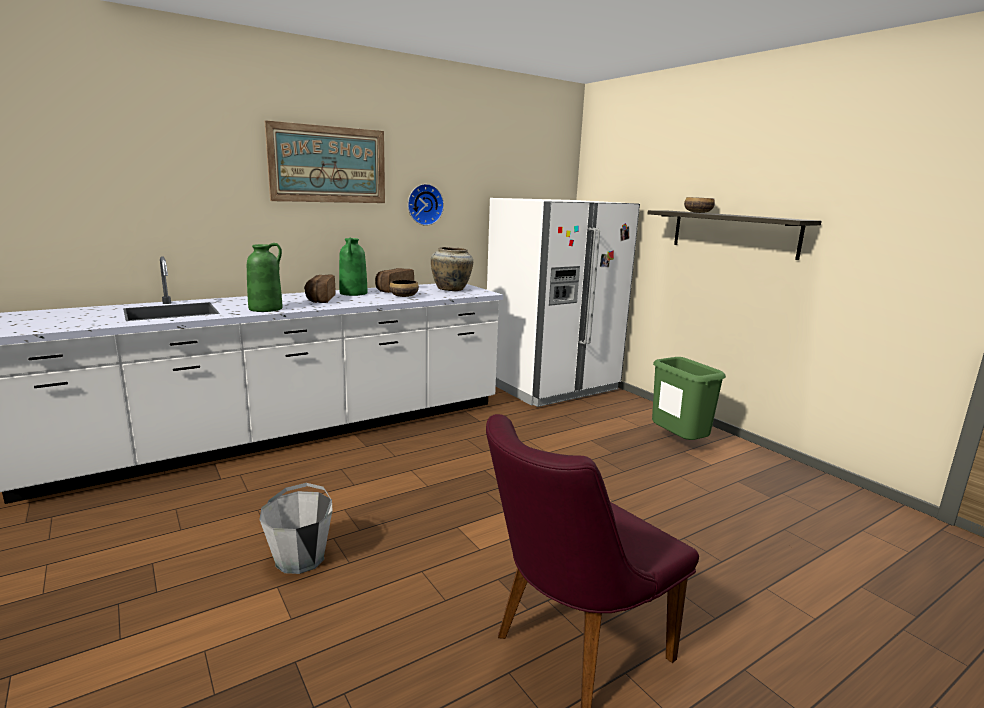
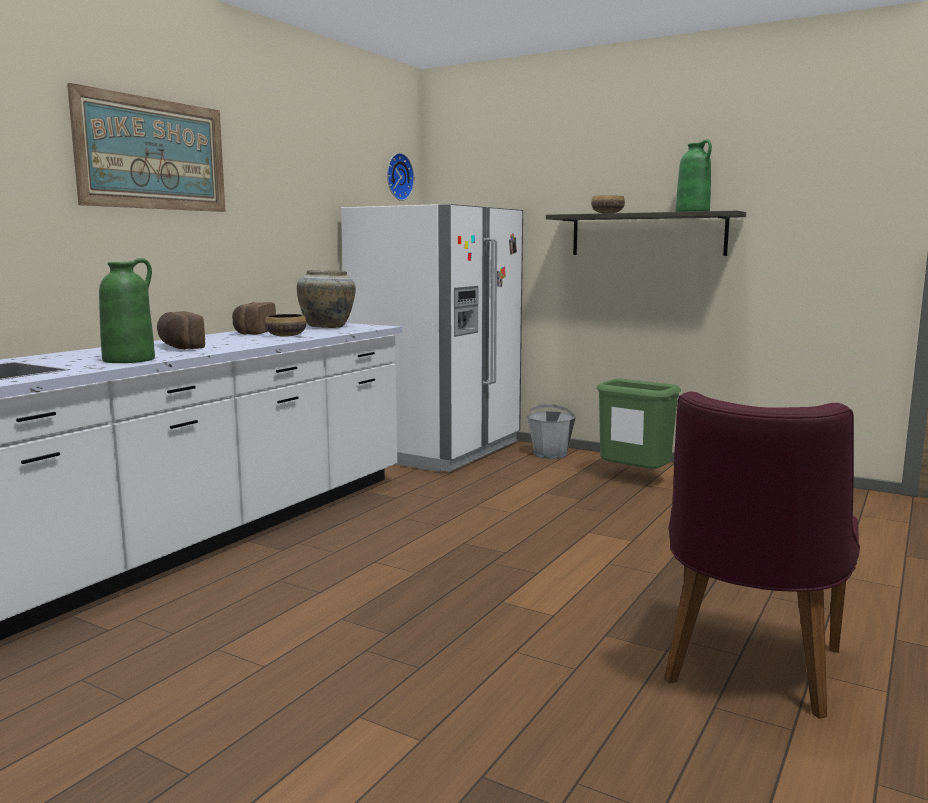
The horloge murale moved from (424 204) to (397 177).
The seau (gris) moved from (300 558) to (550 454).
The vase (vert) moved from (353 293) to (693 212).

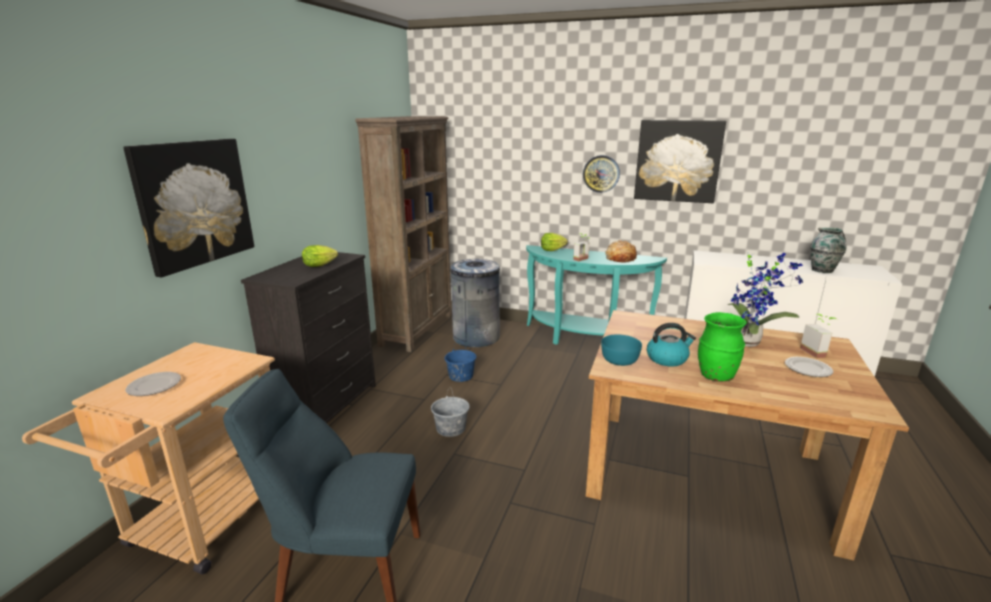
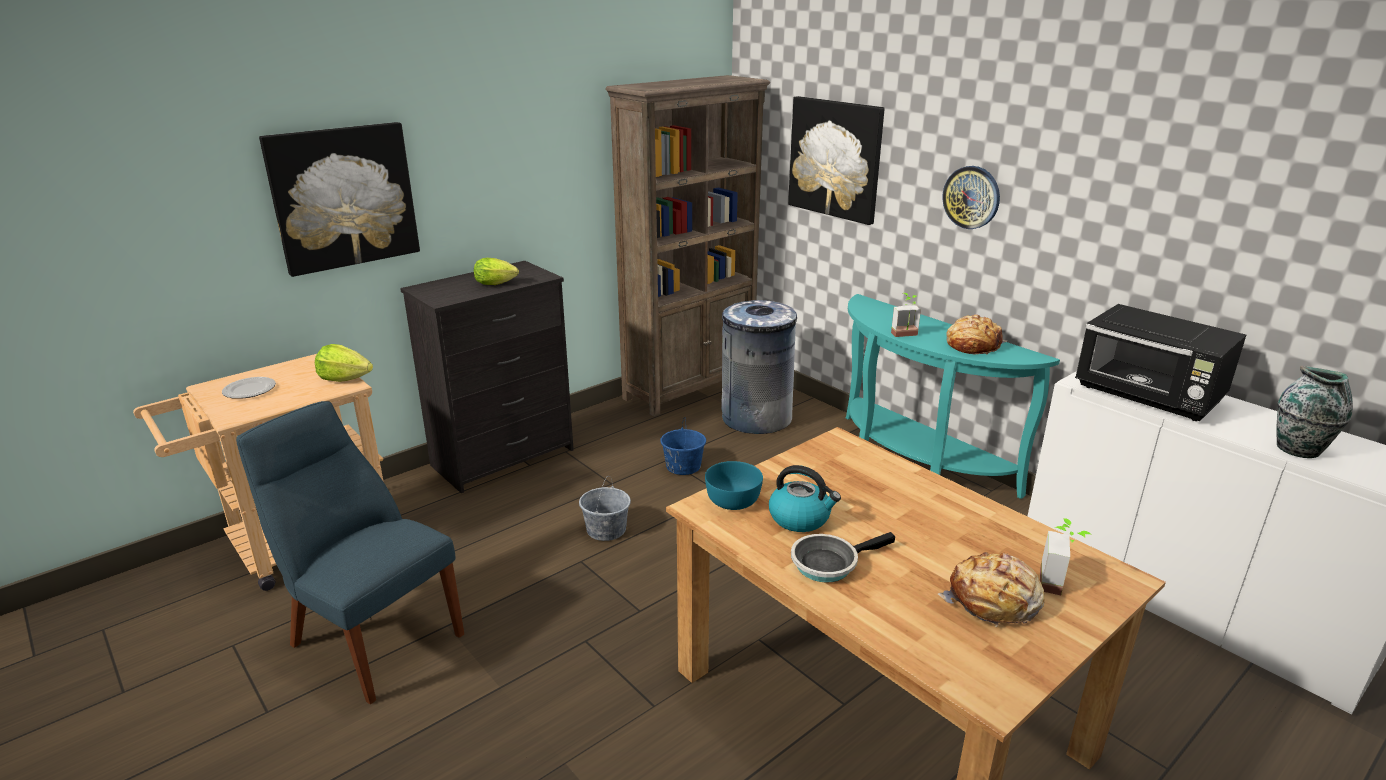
The laitue moved from (552 250) to (345 379).
The tableau moved from (677 161) to (835 159).
The vase (vert) at (715 376) was replaced by the poêle at (828 563).
The assiette at (808 369) was replaced by the pain at (993 601).
The micro-ondes (noir) at (1149 396) appeared.
The plante en pot at (749 342) disappeared.

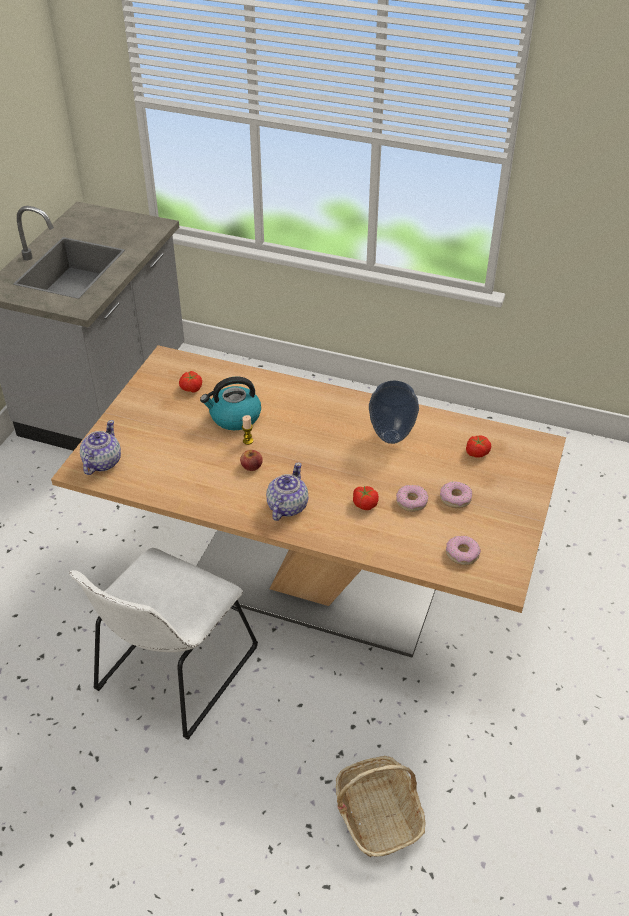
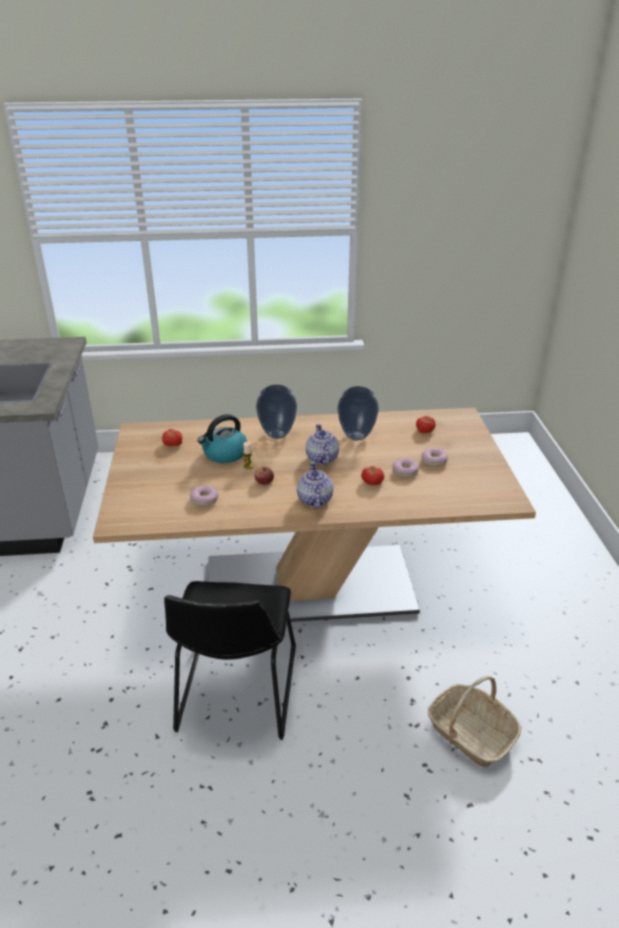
The chaise (blanc) at (173 673) became the chaise (noir) at (236 693).
The beignet moved from (462 554) to (204 499).
The vase at (276 434) appeared.
The théière moved from (102 462) to (321 458).

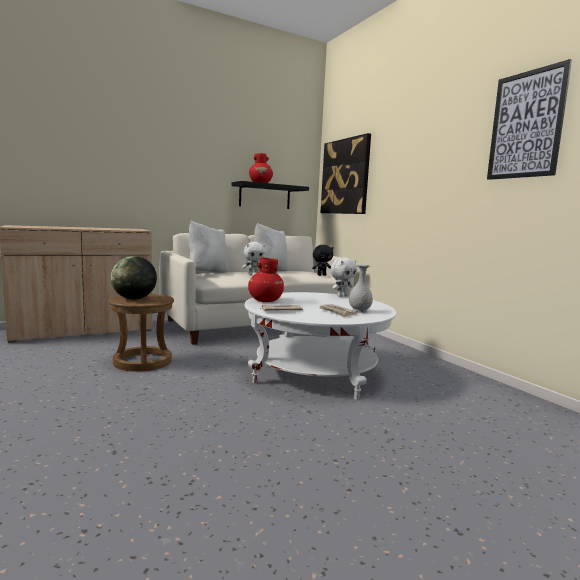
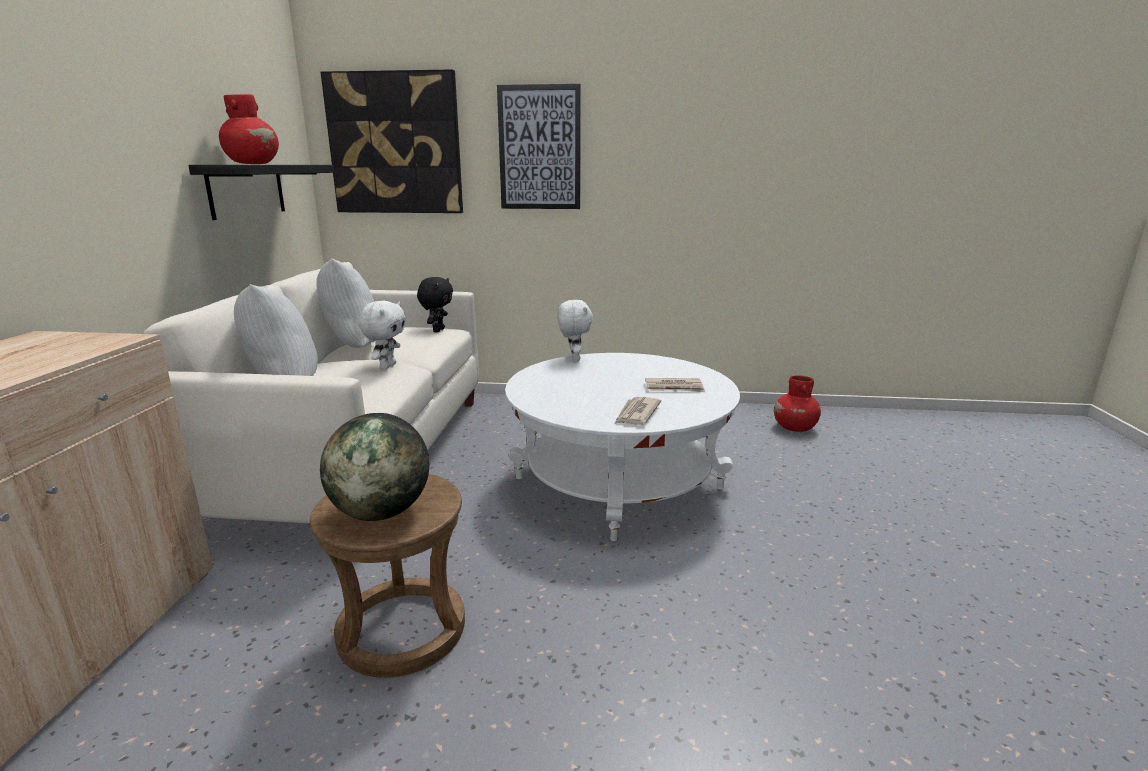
The tableau moved from (526 125) to (539 148).
The vase (rouge) moved from (265 300) to (794 428).
The vase (blanc) at (360 310) disappeared.

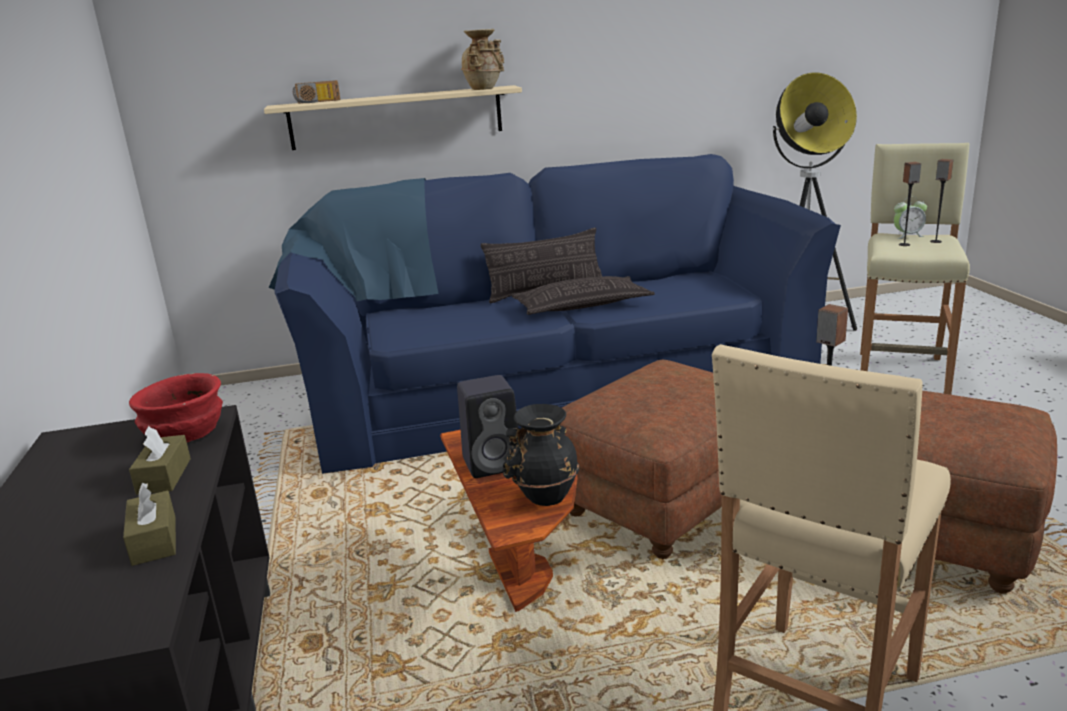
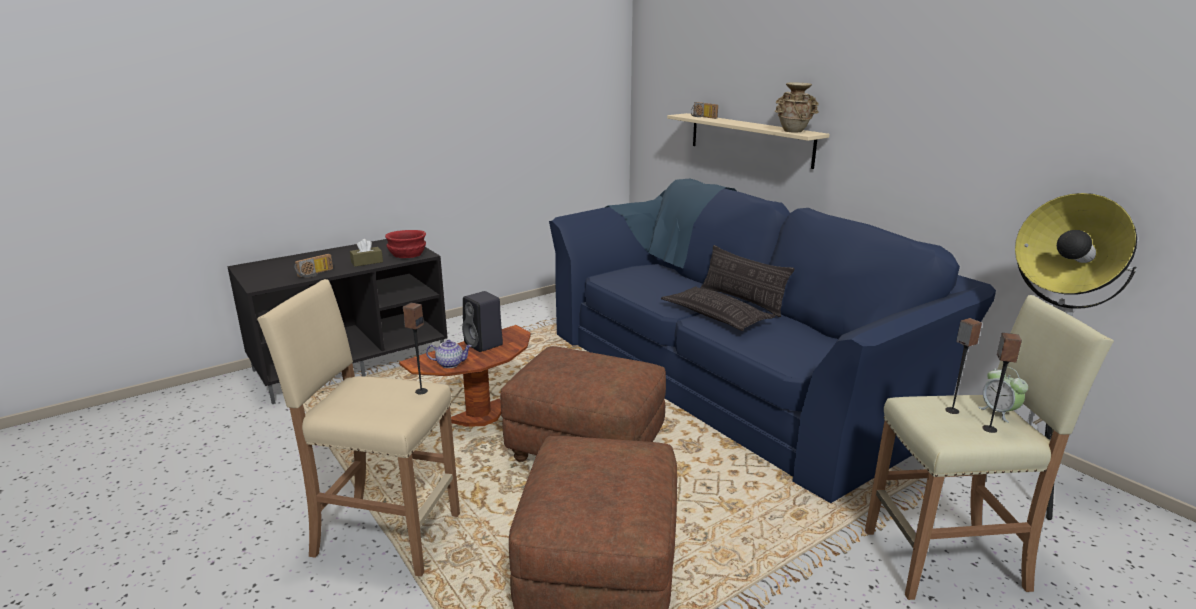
The boîte à mouchoirs (marron) at (154 540) was replaced by the radio at (315 274).
The vase (noir) at (544 496) was replaced by the théière at (450 364).

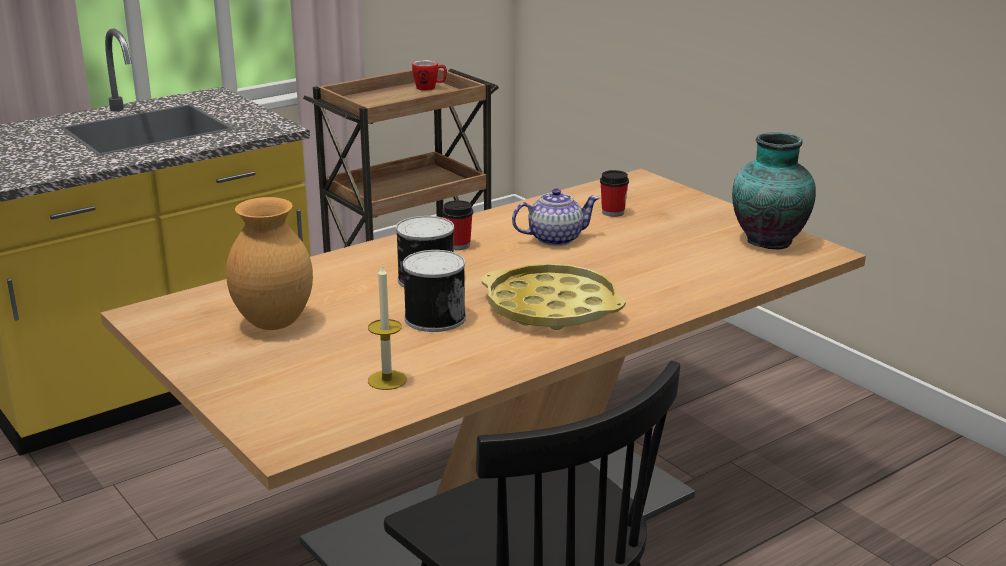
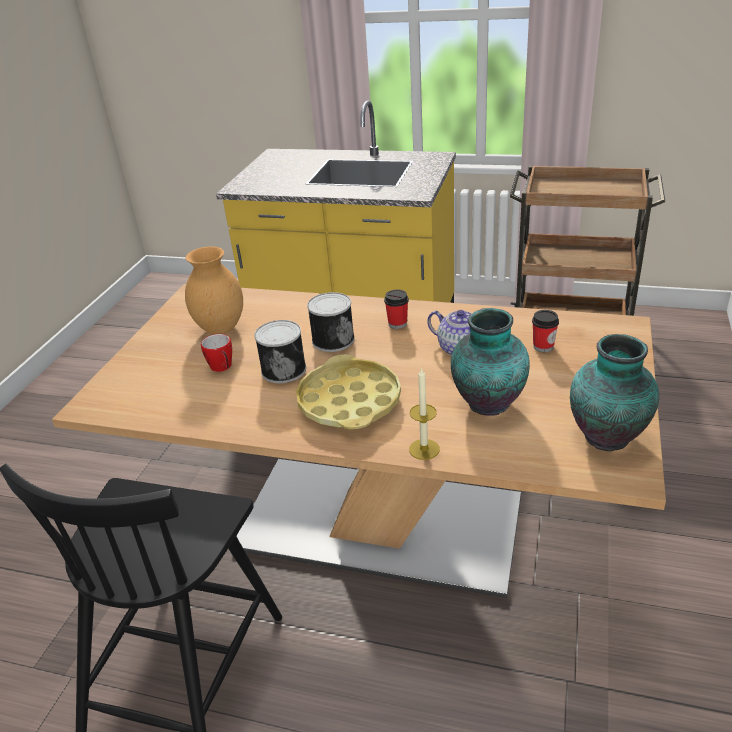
The mug moved from (430 88) to (223 368).
The bougie moved from (387 380) to (424 449).
The vase at (488 404) appeared.

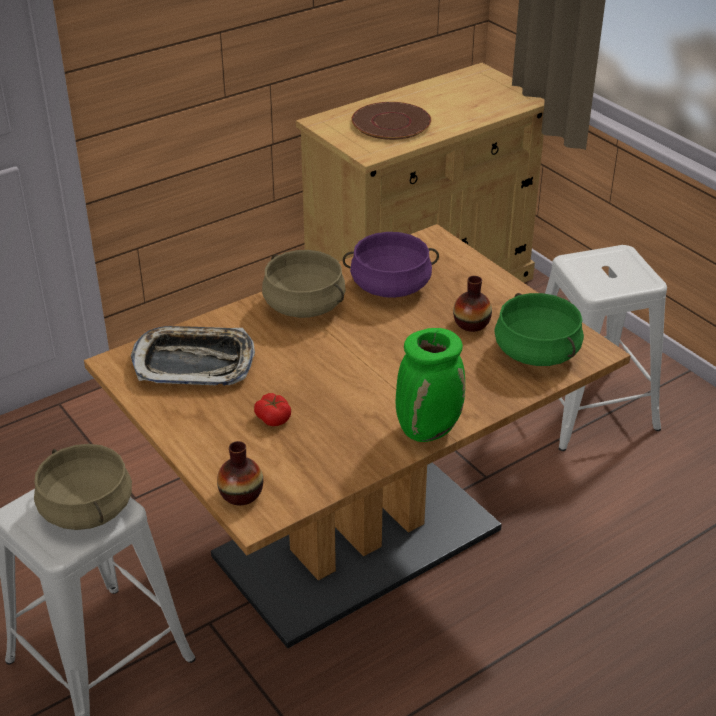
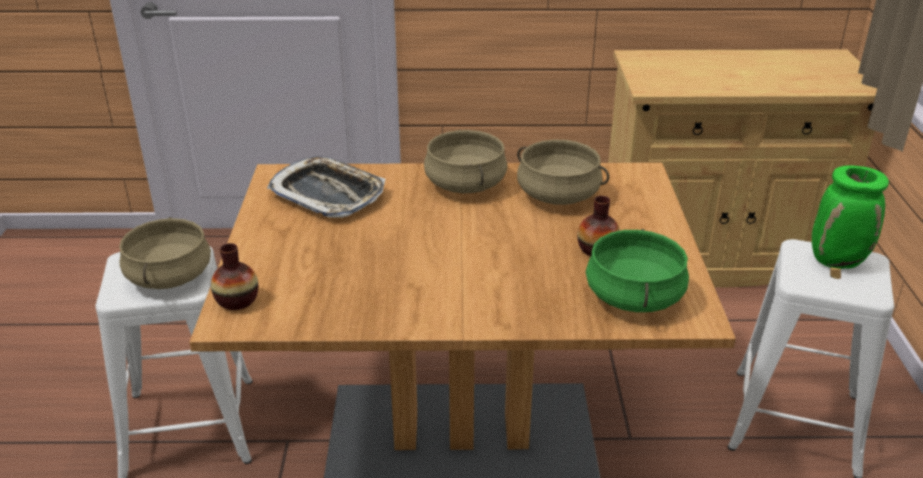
The marmite (violet) at (391 286) became the marmite (beige) at (558 195).
The vase (vert) moved from (428 429) to (838 261).
The tomate at (273 418) disappeared.
The assiette (marron) at (391 122) disappeared.

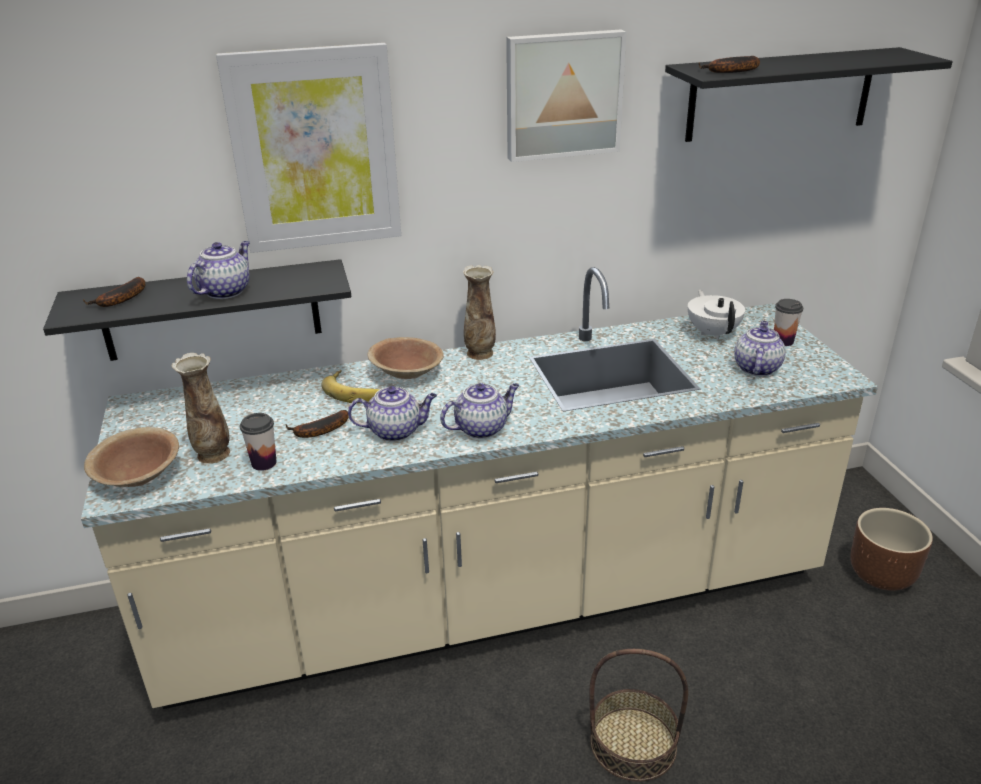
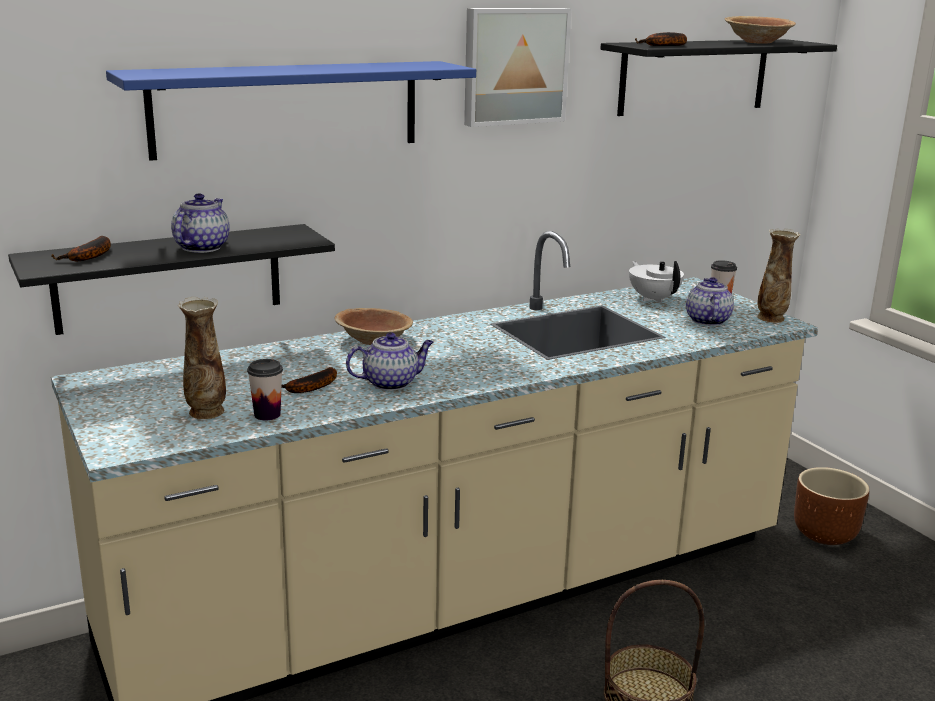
The tableau at (315 150) was replaced by the étagère (bleu) at (287 108).
The bol (marron) moved from (138 476) to (757 42).
The vase moved from (480 354) to (771 318).
The banane at (355 391) disappeared.
The théière at (482 428) disappeared.

